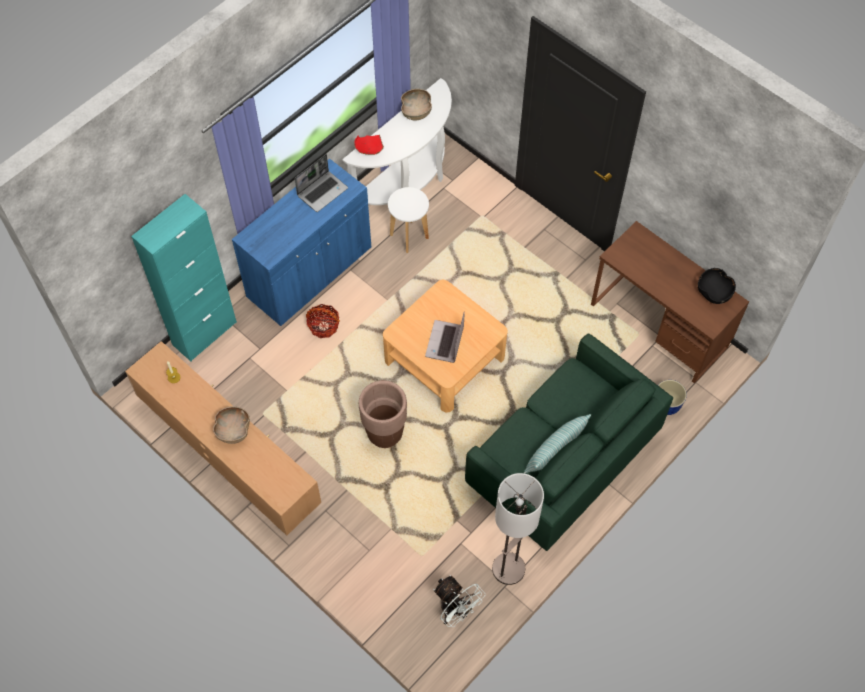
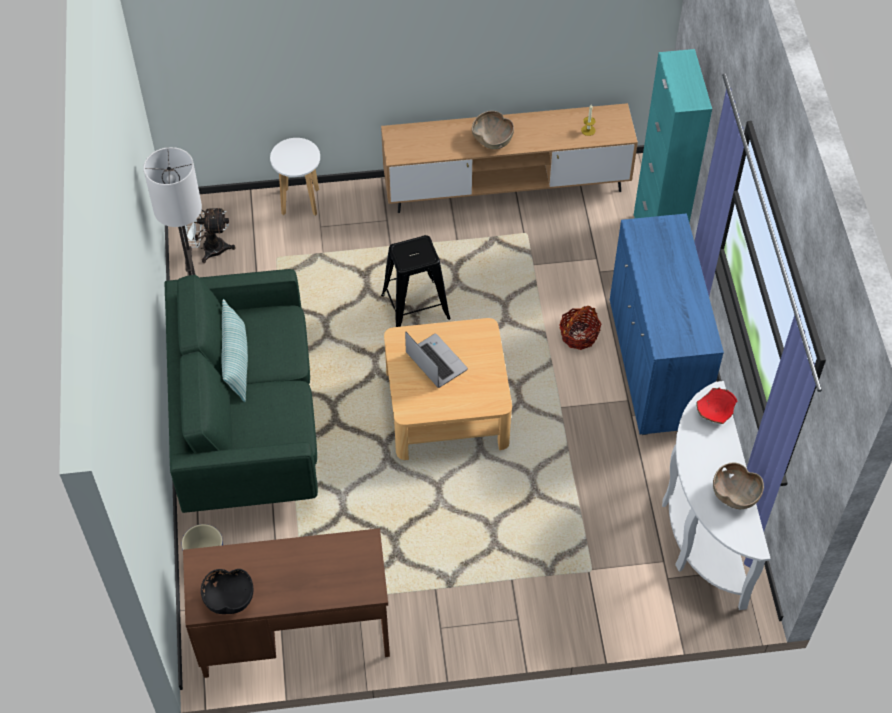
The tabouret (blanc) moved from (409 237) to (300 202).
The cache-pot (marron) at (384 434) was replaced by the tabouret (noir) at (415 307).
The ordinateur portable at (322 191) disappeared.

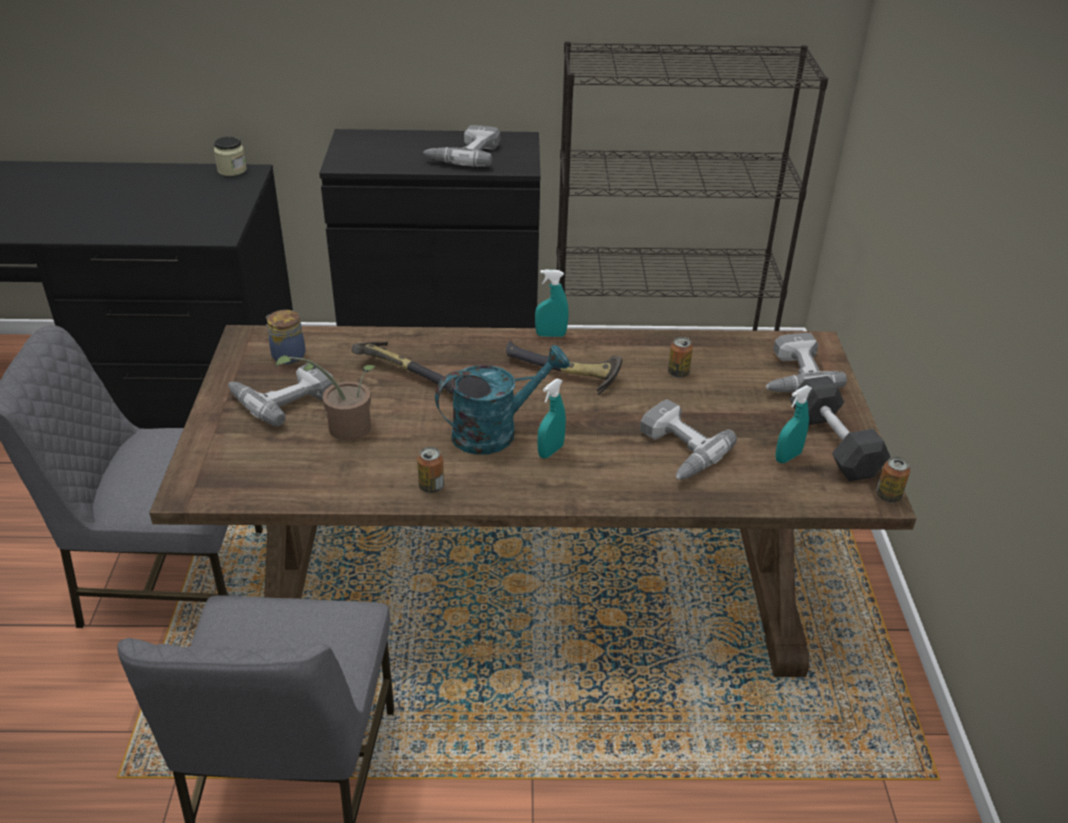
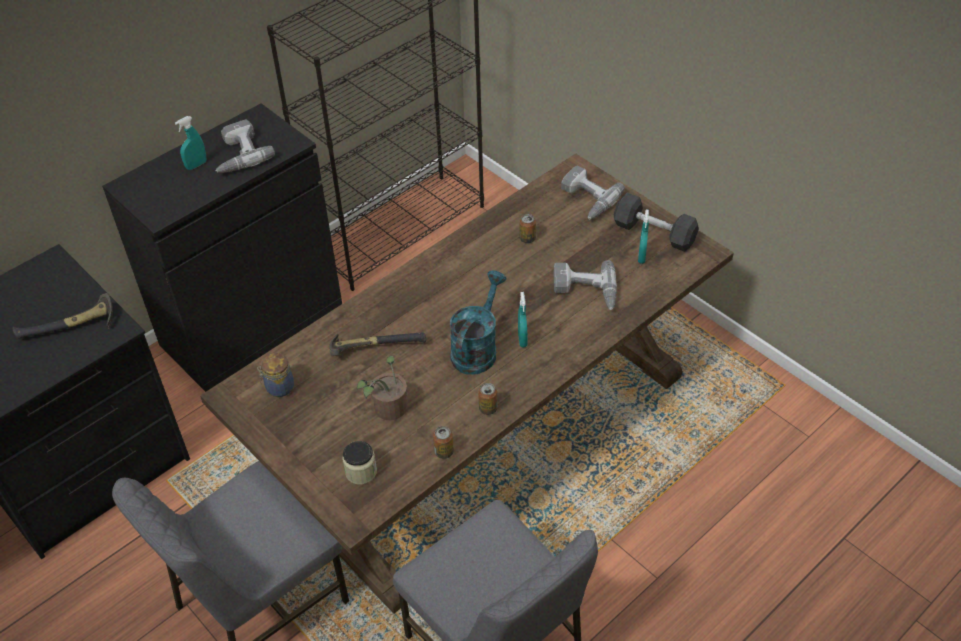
The marteau moved from (563 375) to (71 328).
The vaporisateur (turquoise) moved from (550 335) to (196 165).
The bocal moved from (232 170) to (361 472).
The boîte métallique moved from (888 496) to (444 452).
The perceuse at (282 397) disappeared.

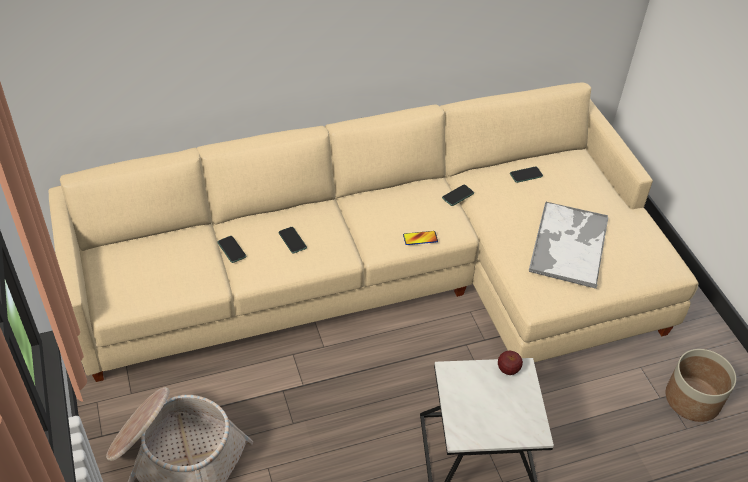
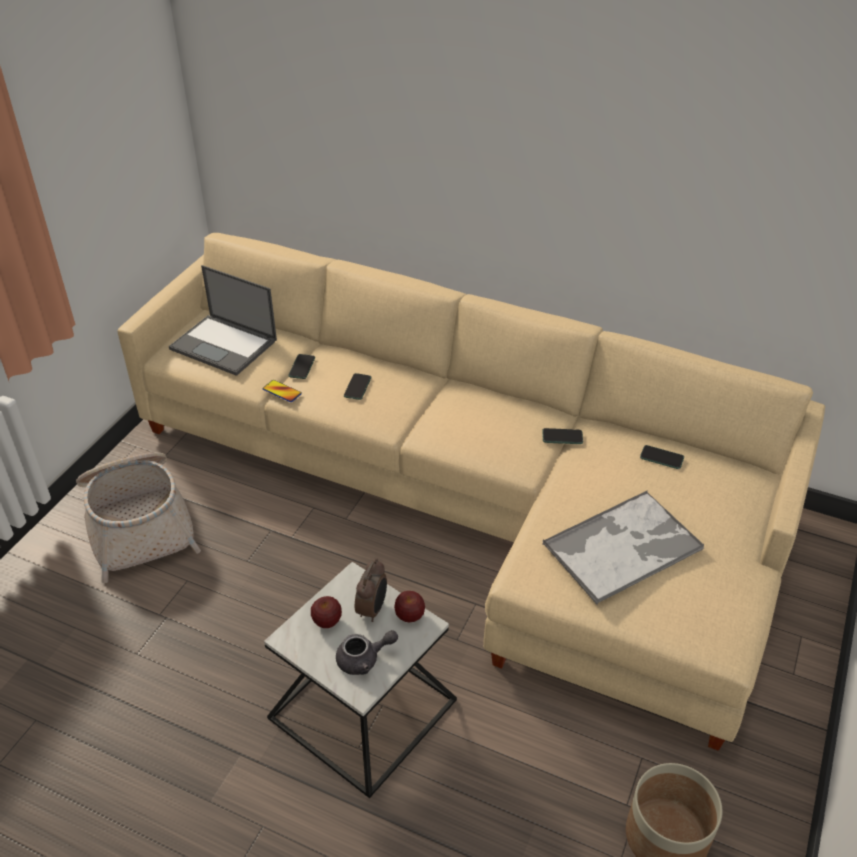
The ordinateur portable at (225 345) appeared.
The téléphone moved from (420 238) to (282 391).
The pomme at (327 621) appeared.
The théière (gris) at (364 659) appeared.
The réveil at (372 609) appeared.

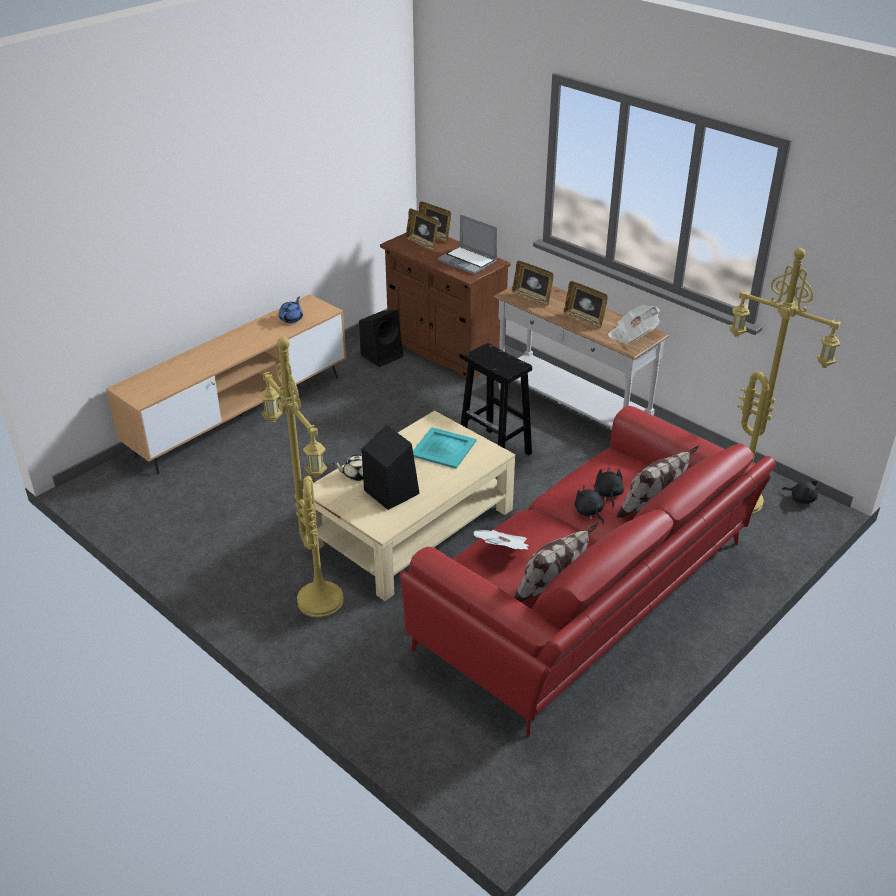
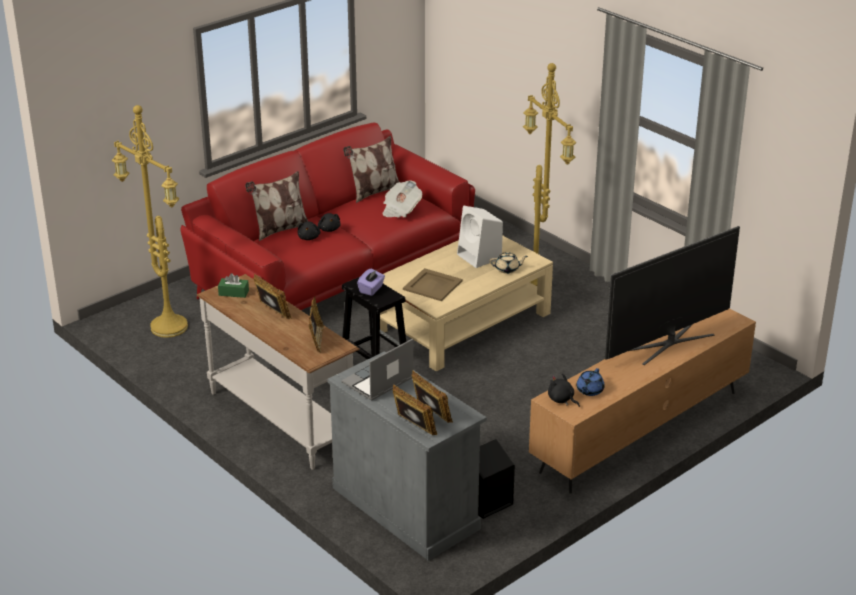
The journal at (632 335) was replaced by the boîte à mouchoirs (vert) at (233 293).
The cadre photo at (532 297) turned 45 degrees clockwise.
The meuble de rangement (marron) at (444 349) became the meuble de rangement (gris) at (406 508).
The ordinateur portable at (468 261) turned 90 degrees counterclockwise.
The boîte à mouchoirs (violet) at (371 289) appeared.
The plateau (turquoise) at (444 448) became the plateau (beige) at (432 285).
The enceinte (noir) at (390 491) became the enceinte (blanc) at (480 257).
The peluche (noir) moved from (801 498) to (562 400).
The téléviseur at (668 342) appeared.

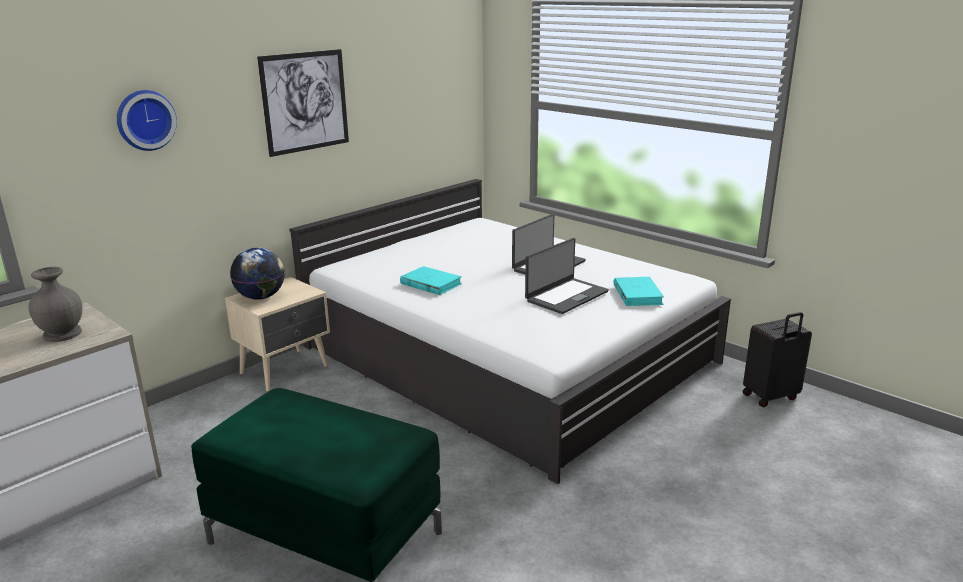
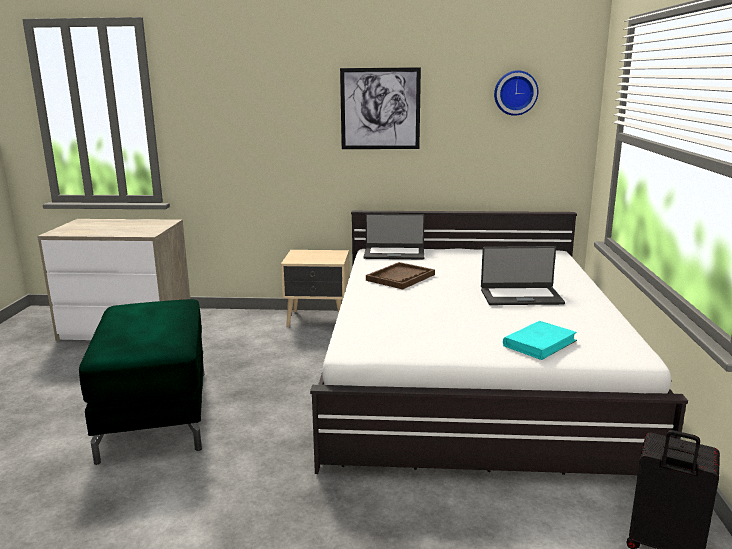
The ordinateur portable moved from (566 296) to (394 253).
The livre (turquoise) at (430 284) was replaced by the plateau (marron) at (400 277).
The horloge murale moved from (145 120) to (515 93).
The vase (gris) at (62 333) disappeared.
The globe at (261 297) disappeared.

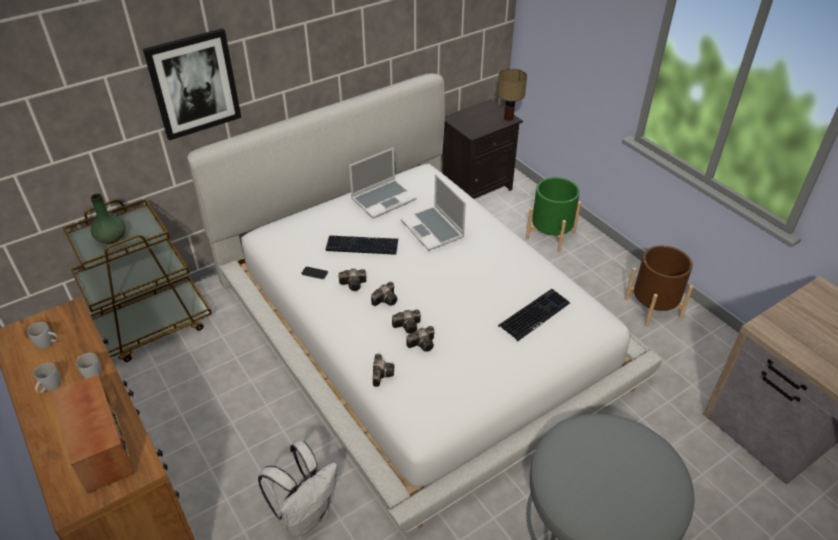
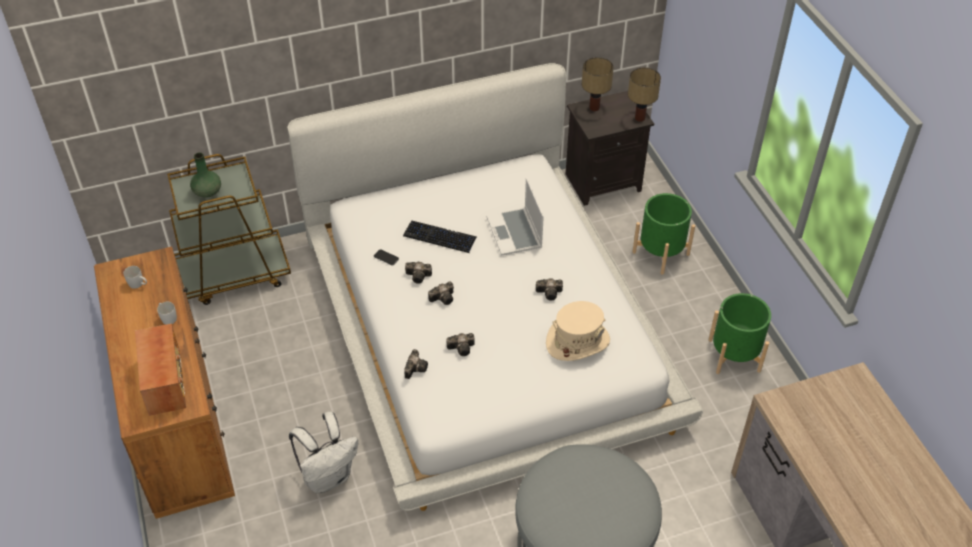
The appareil photo moved from (408 326) to (550 293).
The clavier at (534 315) was replaced by the chapeau (beige) at (577 341).
The lampe de table at (593 107) appeared.
The cache-pot (marron) at (653 307) became the cache-pot (vert) at (734 355).
The mug (blanc) at (49 387) disappeared.
The tableau at (194 84) disappeared.
The ordinateur portable at (383 199) disappeared.

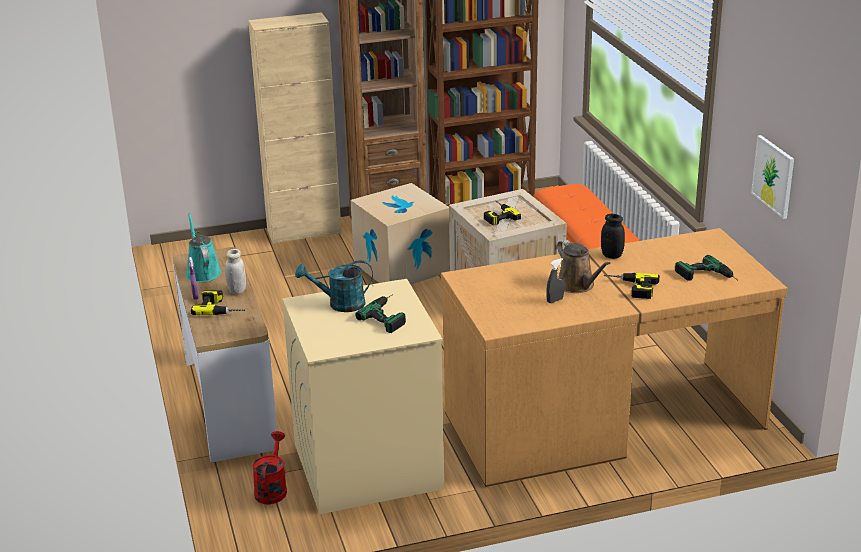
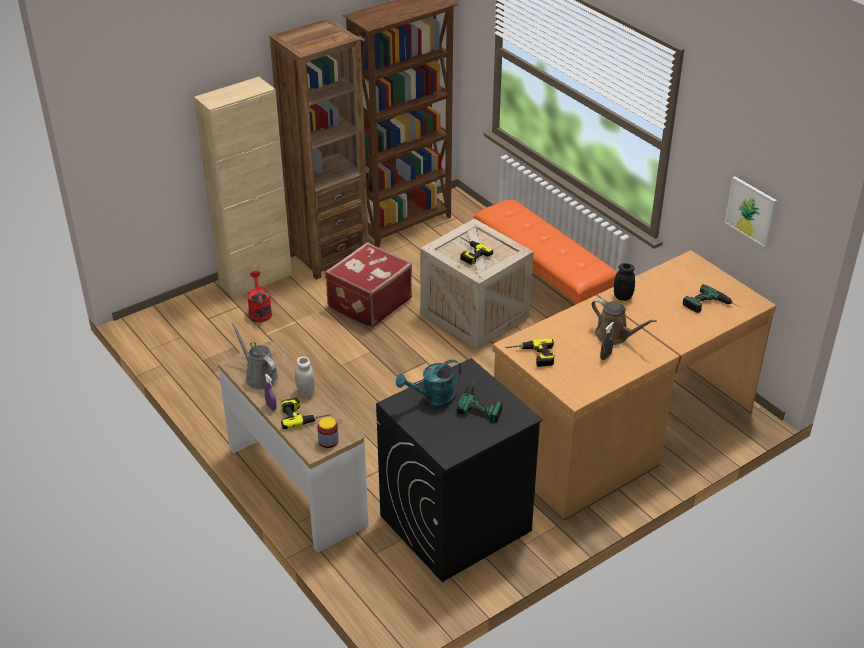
The arrosoir (turquoise) at (202 272) became the arrosoir (gris) at (259 376).
The arrosoir (rouge) moved from (272 488) to (259 311).
The bocal at (328 441) appeared.
The carton at (402 267) was replaced by the valise (rouge) at (368 303).
The lave-linge (beige) at (366 466) became the lave-linge (noir) at (455 524).
The perceuse moved from (630 288) to (531 356).

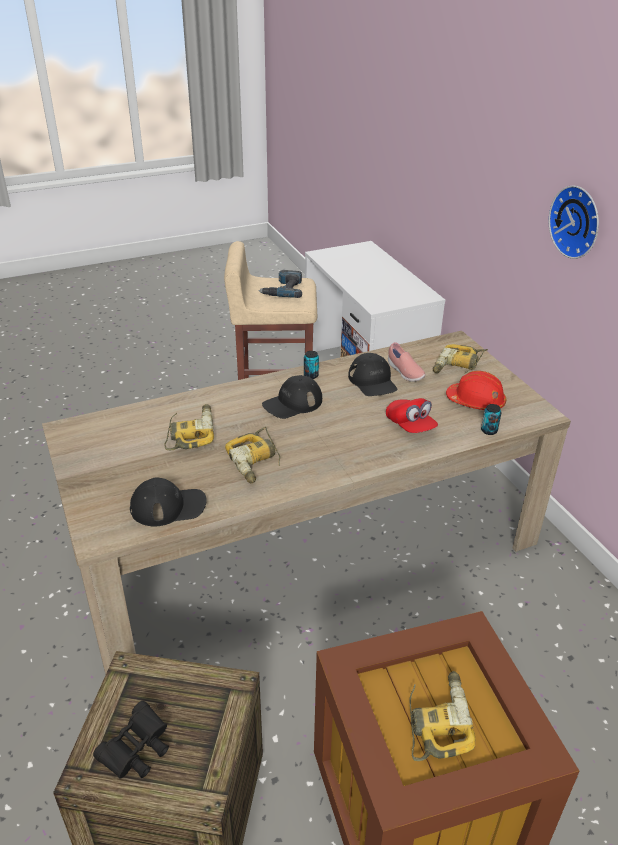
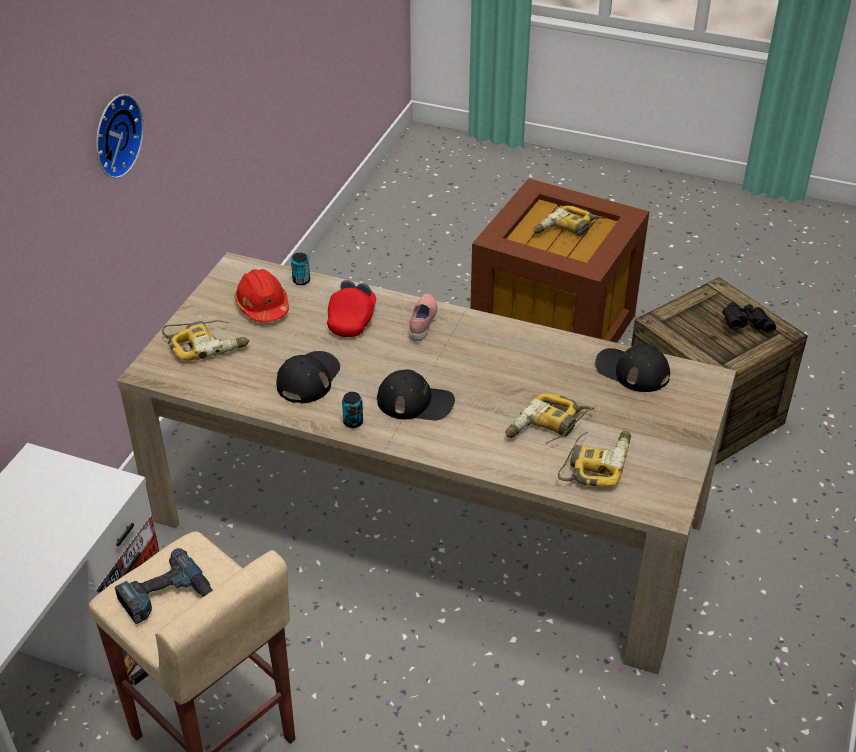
The chaussure (rose) moved from (404 372) to (423 323).
The perceuse moved from (256 461) to (595 463).

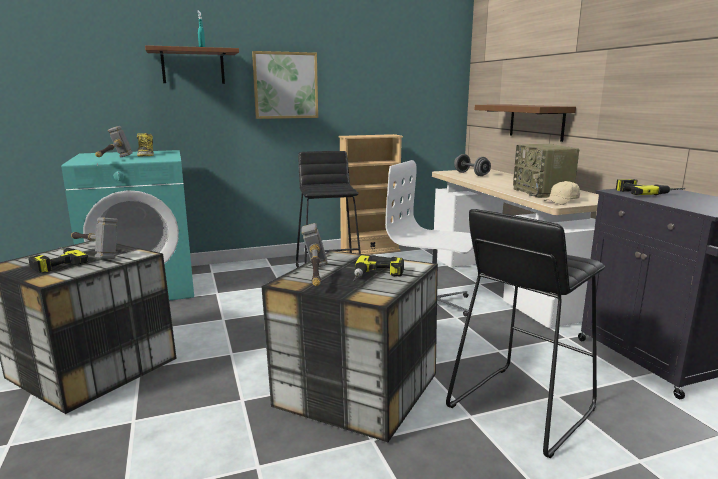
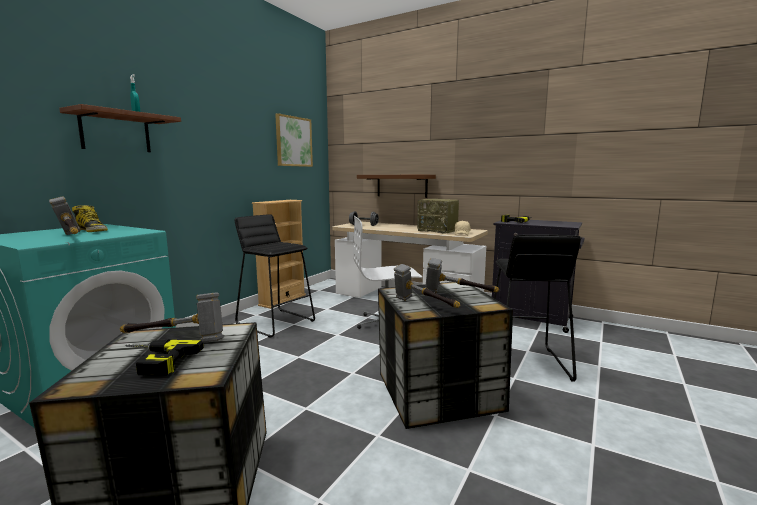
The tableau moved from (285 85) to (293 141).
The perceuse at (377 276) was replaced by the marteau at (457 295).

